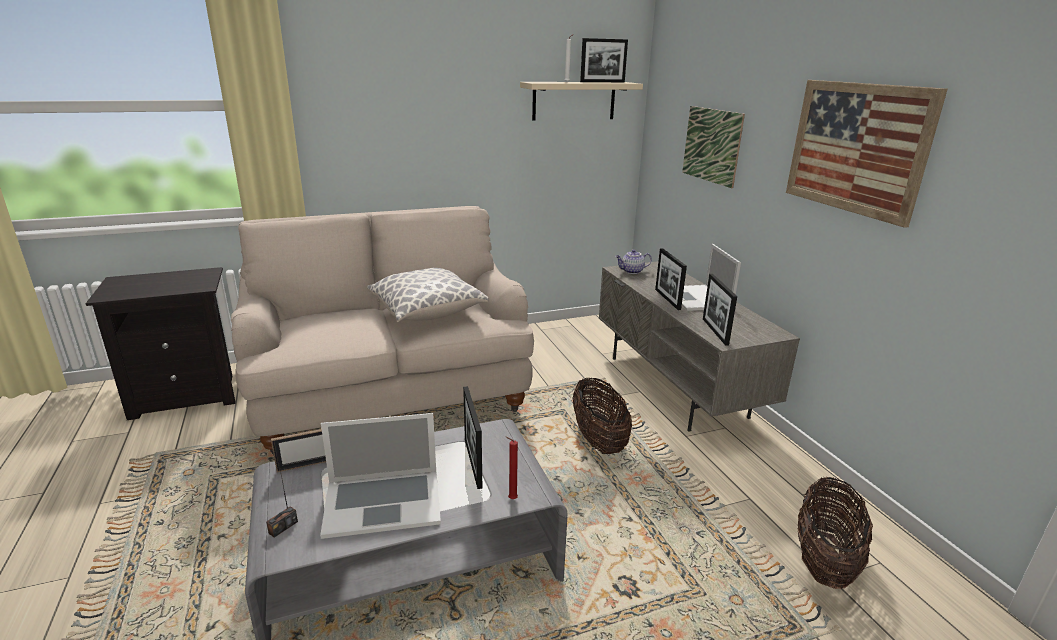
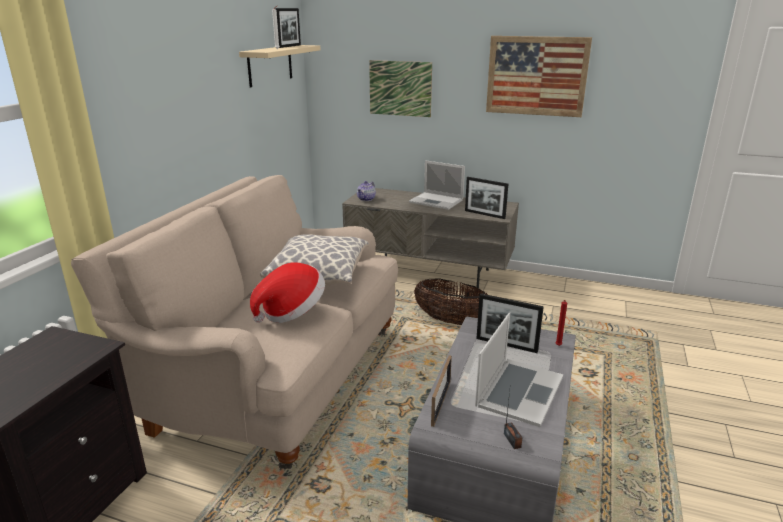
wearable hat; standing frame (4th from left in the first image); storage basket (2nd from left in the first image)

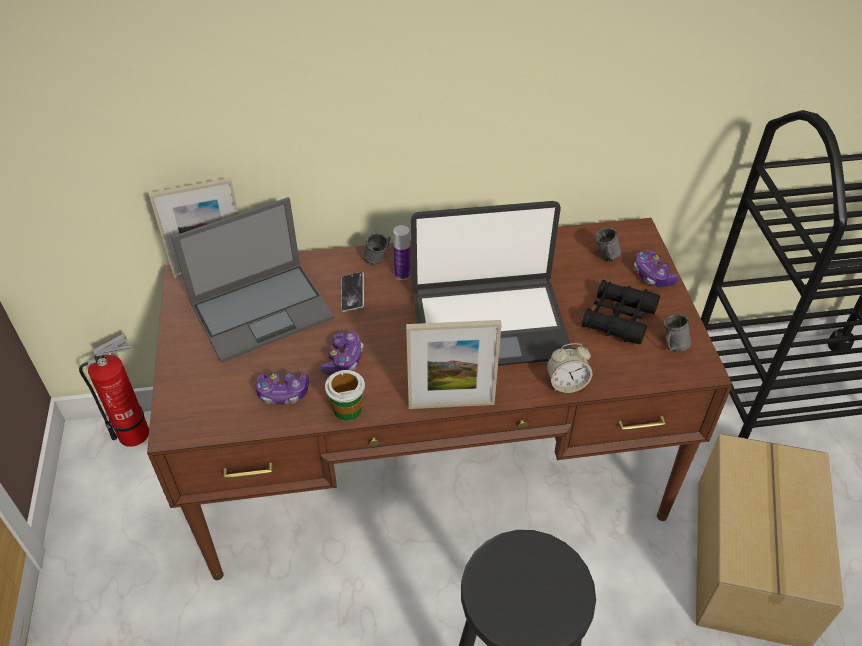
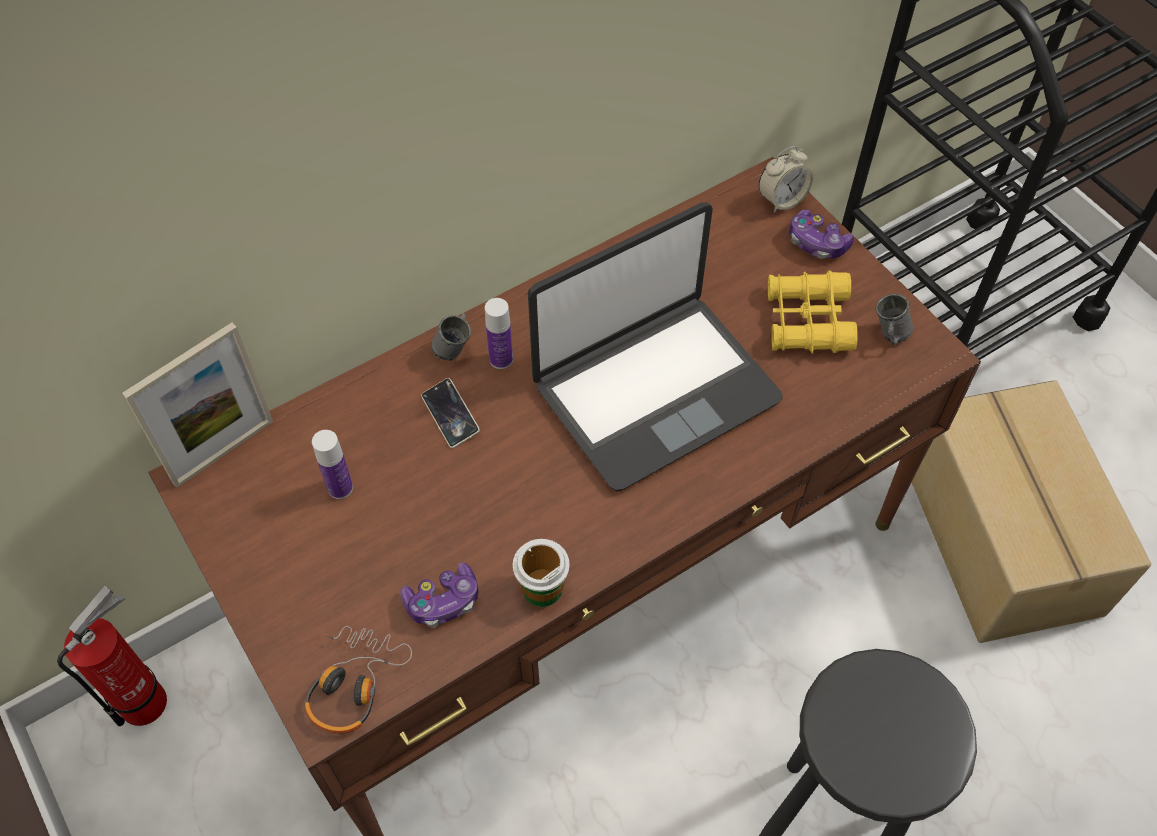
headphones; drink bottle (1st from left); alarm clock; binoculars in yellow; joypad (2nd from left in the first image); standing frame (2nd from left in the first image); coffee mug in grey (2nd from left in the first image)

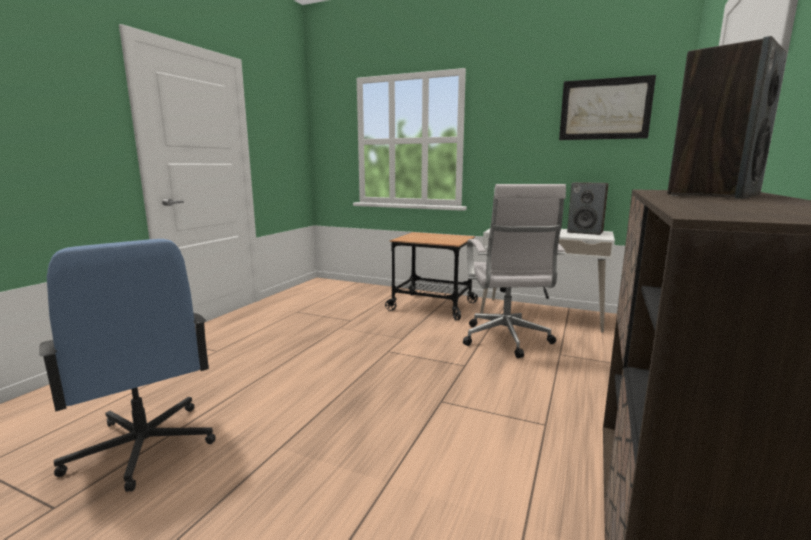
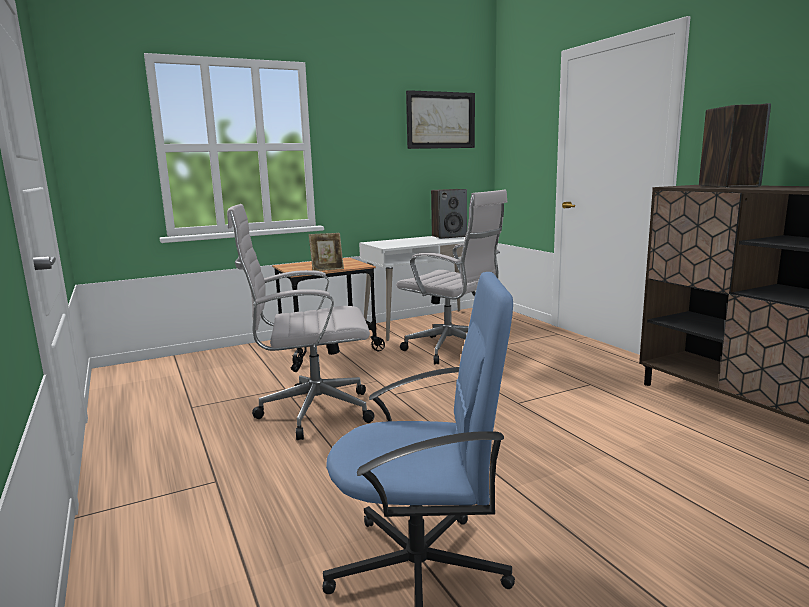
desk chair in white-coloured (1st from left); standing frame

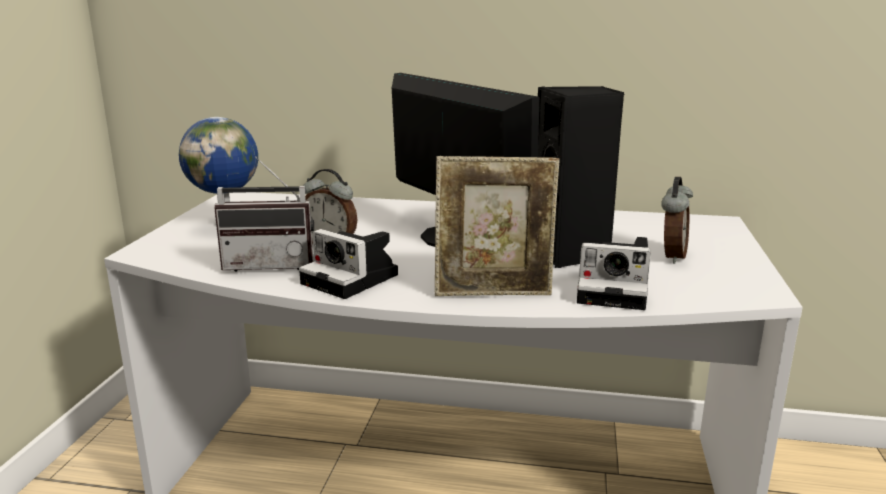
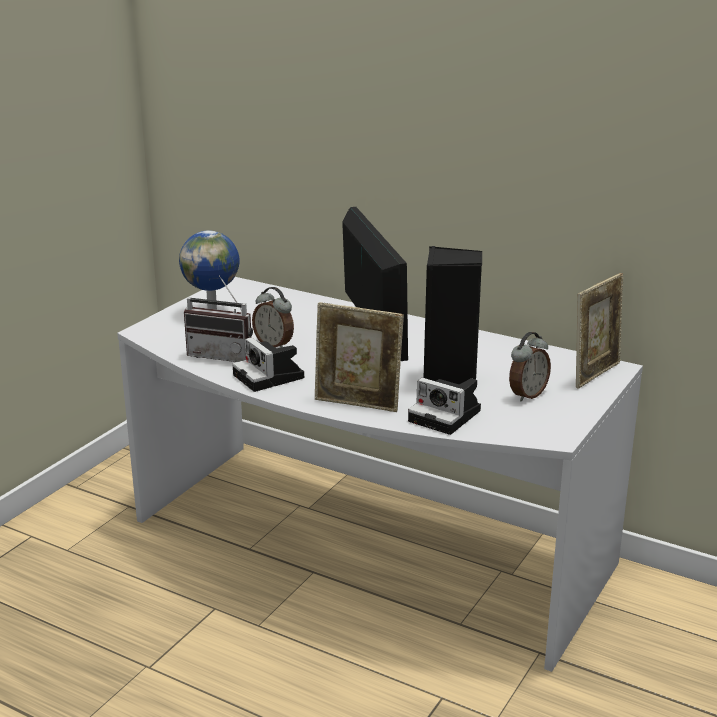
standing frame (2nd from left)

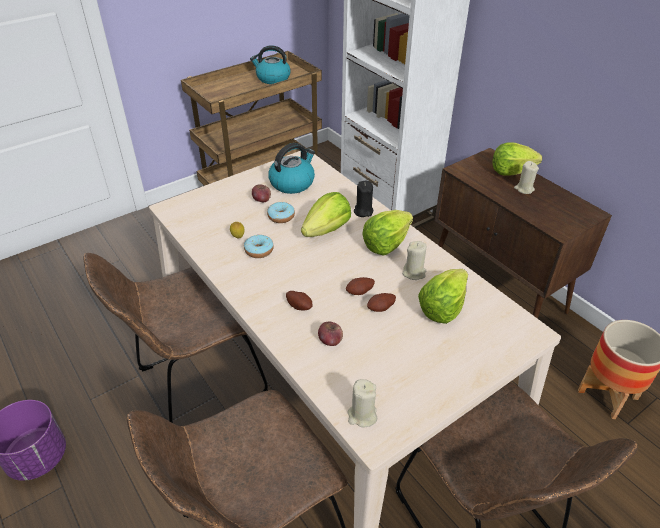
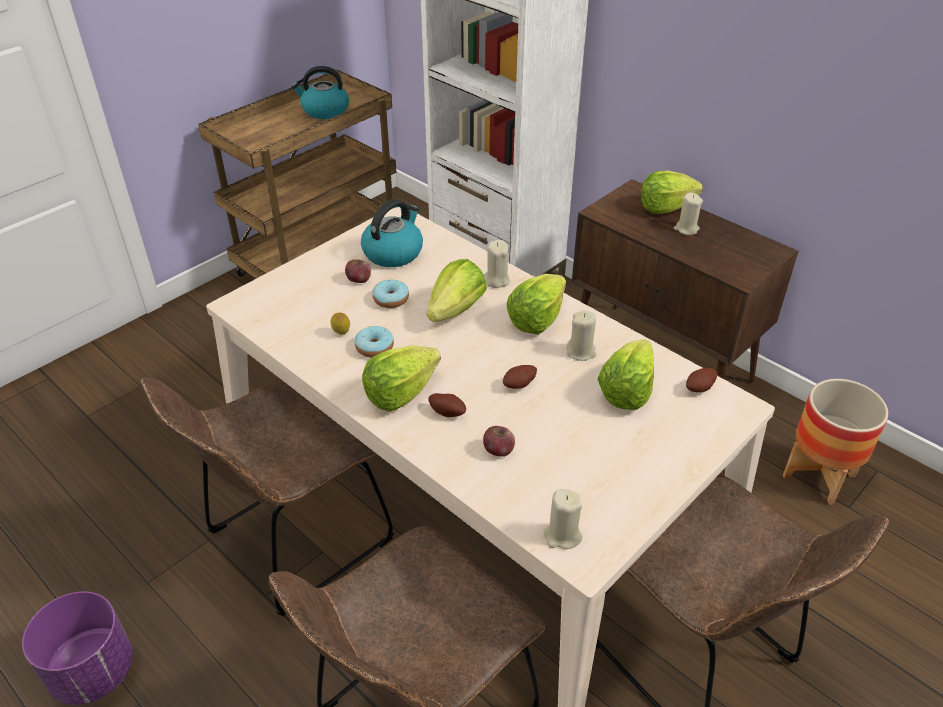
lettuce head (1st from left); wax light in beige (1st from left); potato (3rd from left)

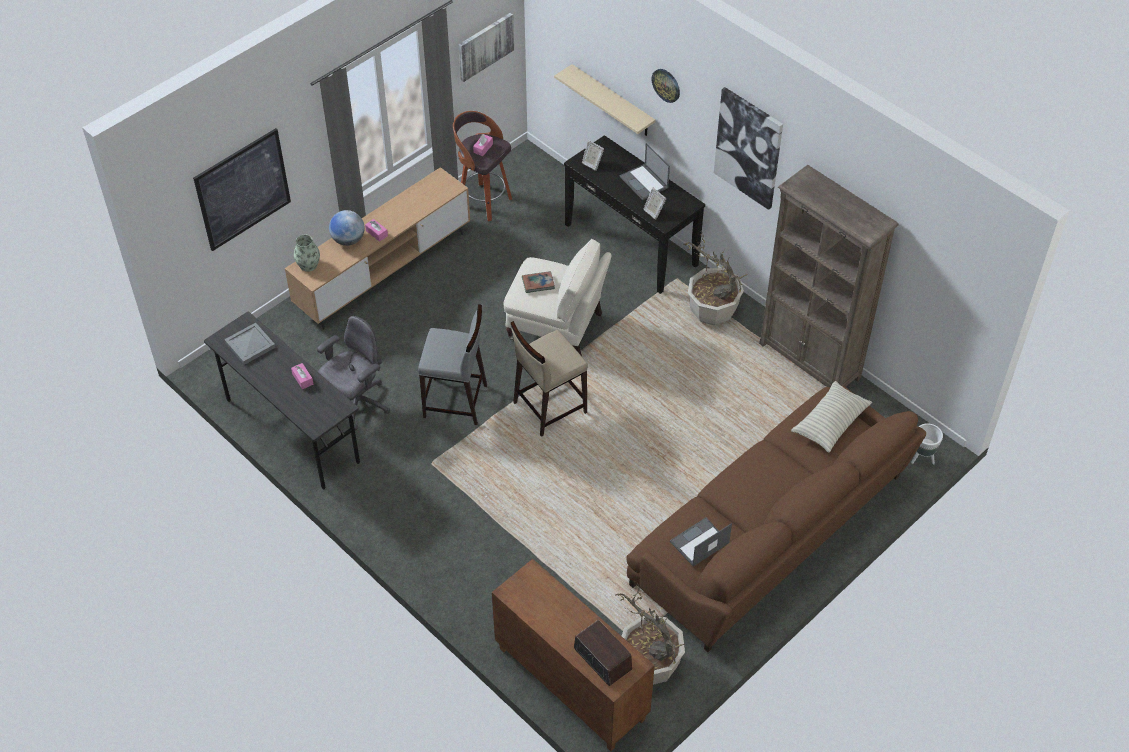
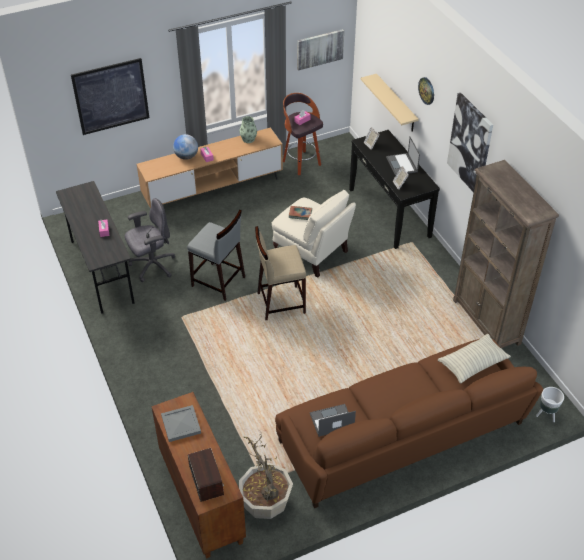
serving tray in grey; decorative vase; houseplant (2nd from left in the first image)

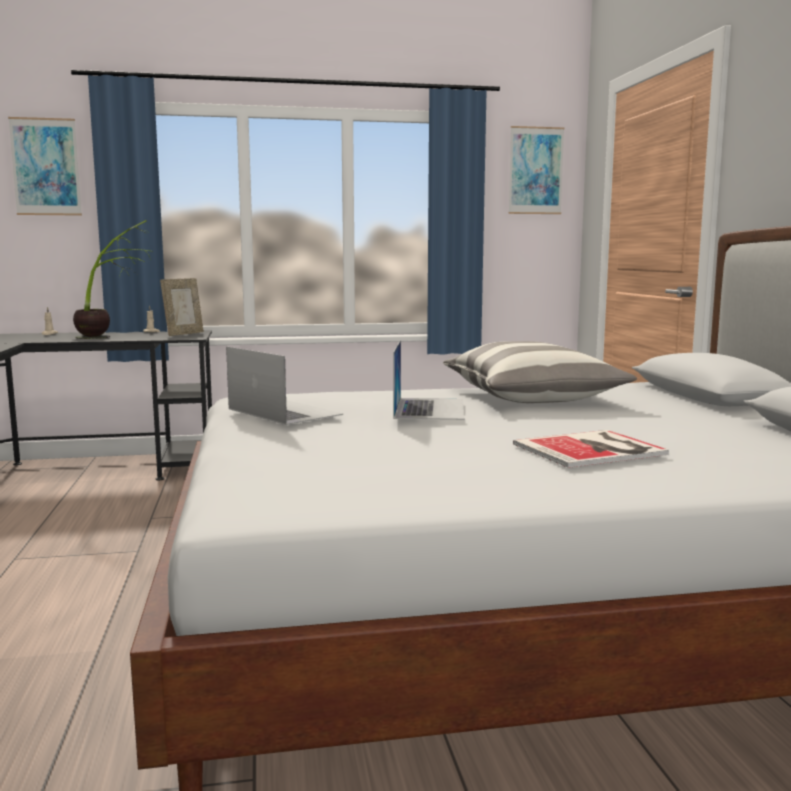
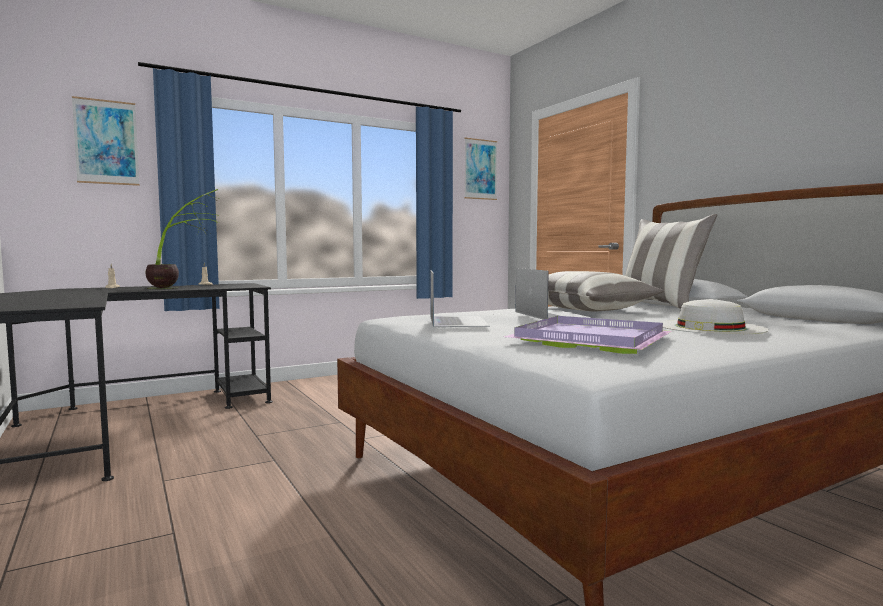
portable computer (1st from left); serving tray in purple; throw pillow (2nd from left); wearable hat in white-coloured; standing frame

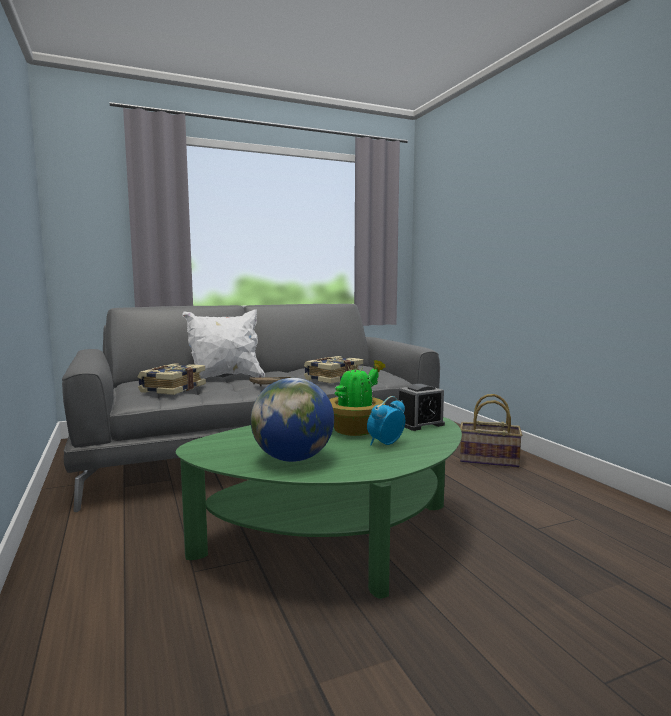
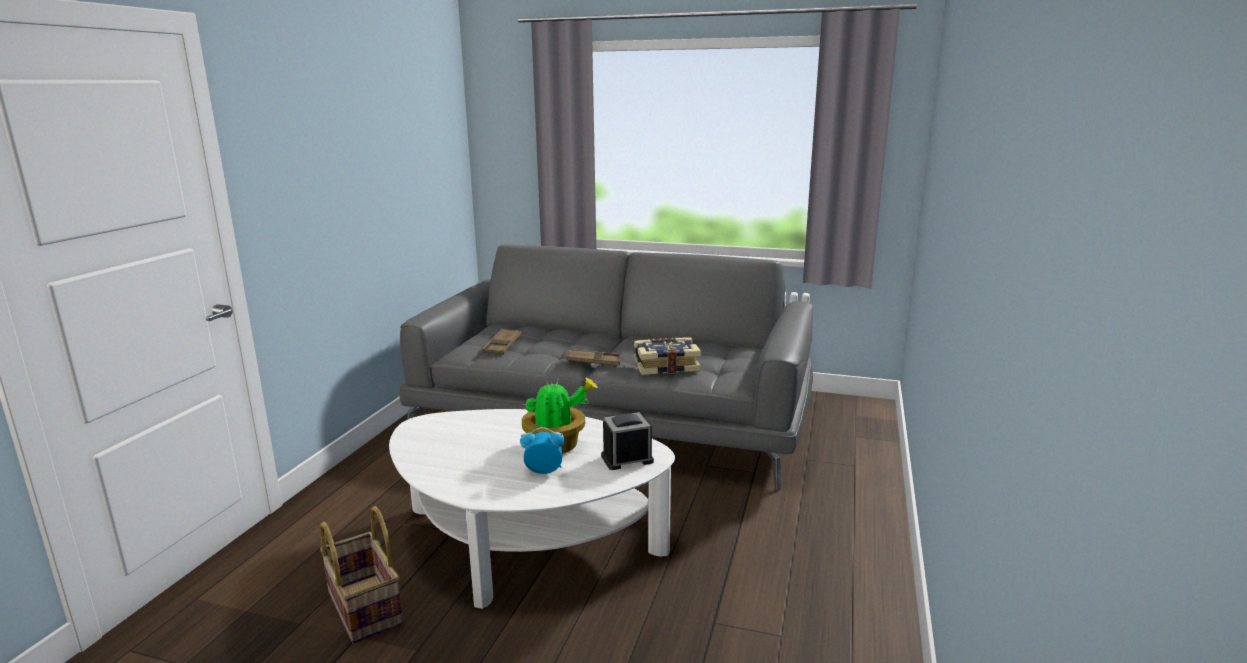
storage basket; lounge table in white-coloured; serving tray in brownish (1st from left); alarm clock (2nd from left); throw pillow in white-coloured; desk globe

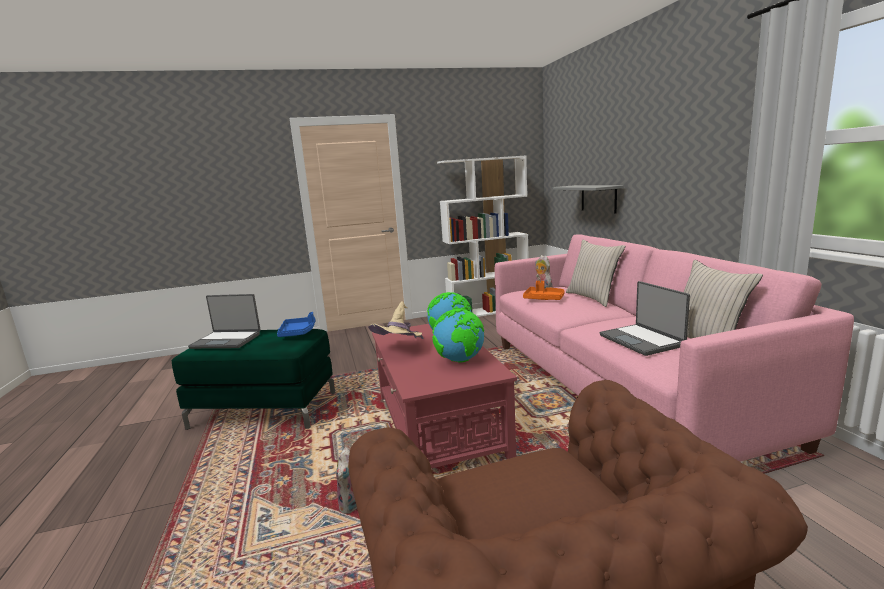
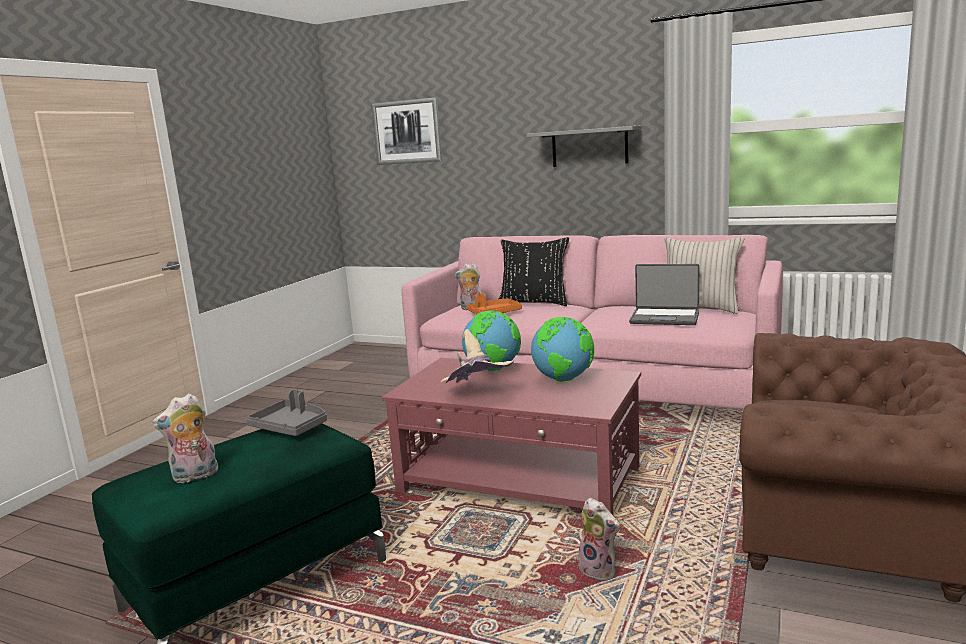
plush toy (1st from left); serving tray in grey; picture; throw pillow in black; wall shelf in grey; bookshelf in white-coloured

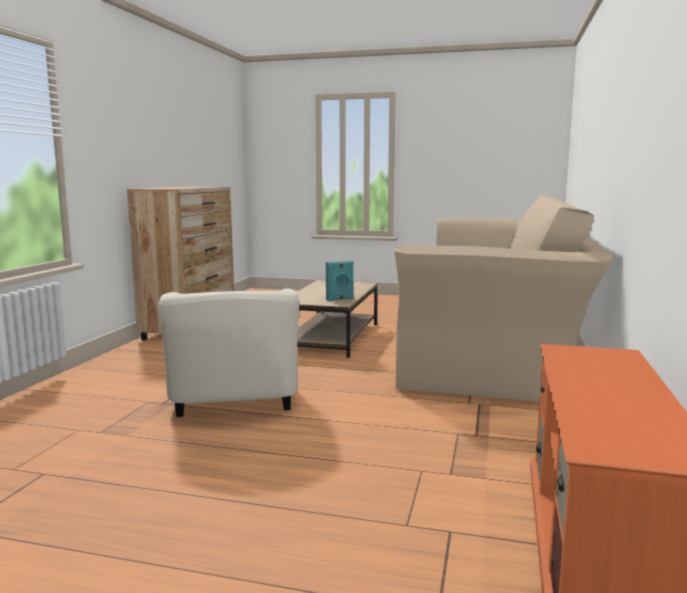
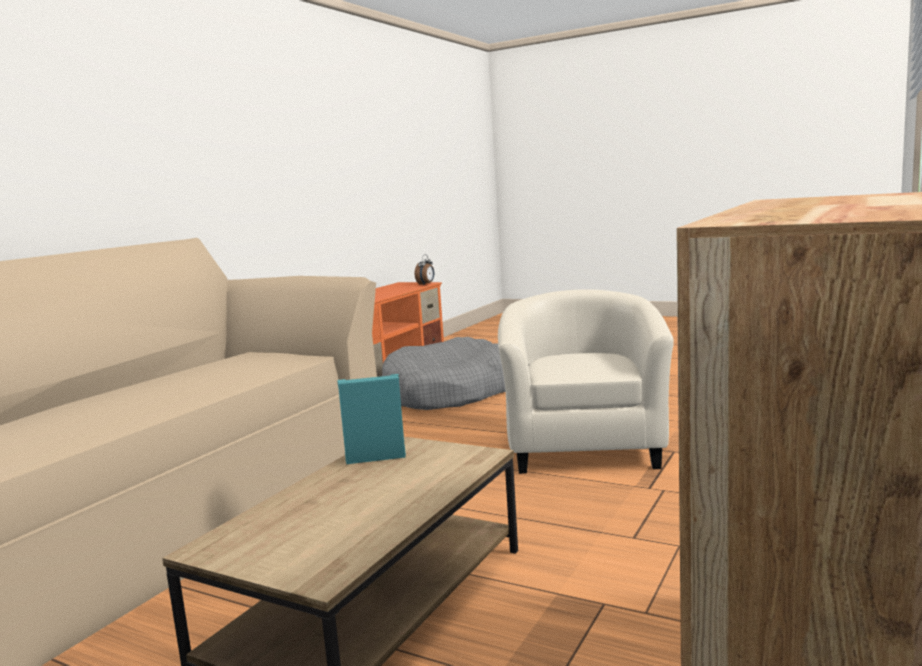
dog bed in grey; alarm clock

